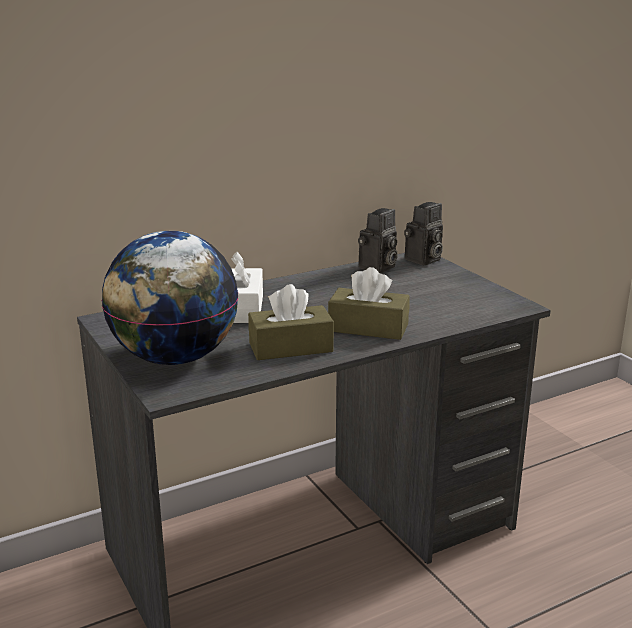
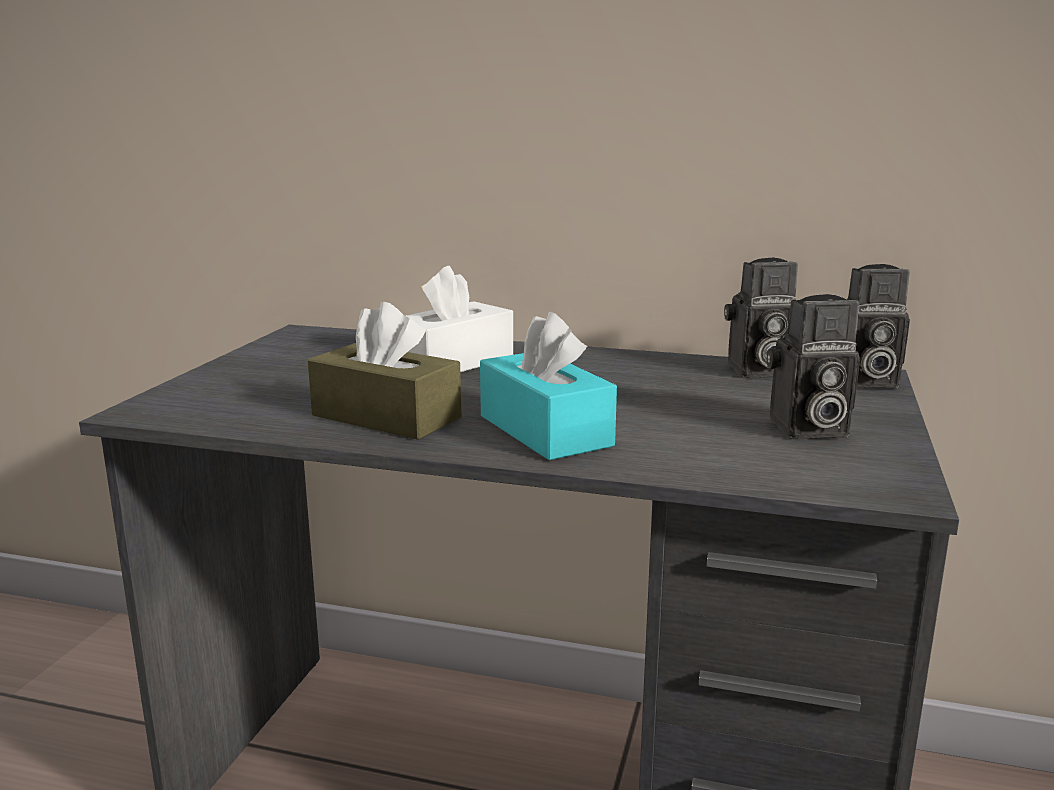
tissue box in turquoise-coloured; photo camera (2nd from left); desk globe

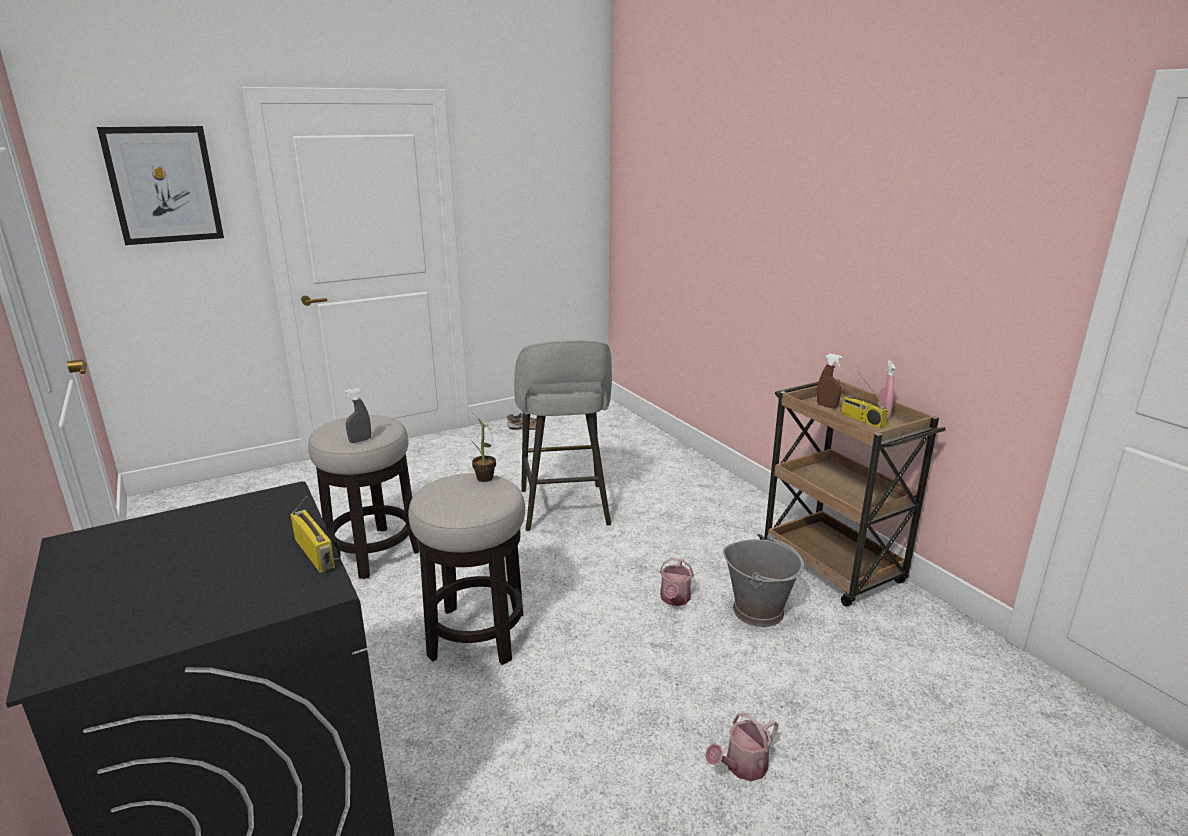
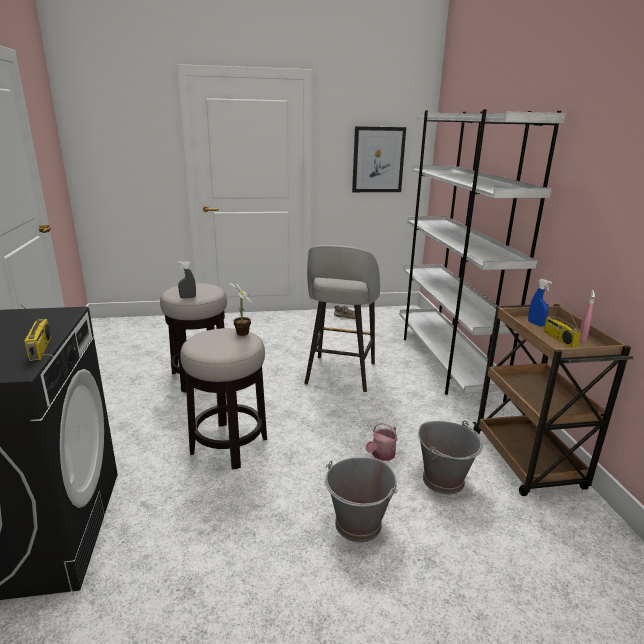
bucket in grey (1st from left); picture; bookshelf in white-coloured; spray bottle in blue-coloured; watering pot (2nd from left in the first image)

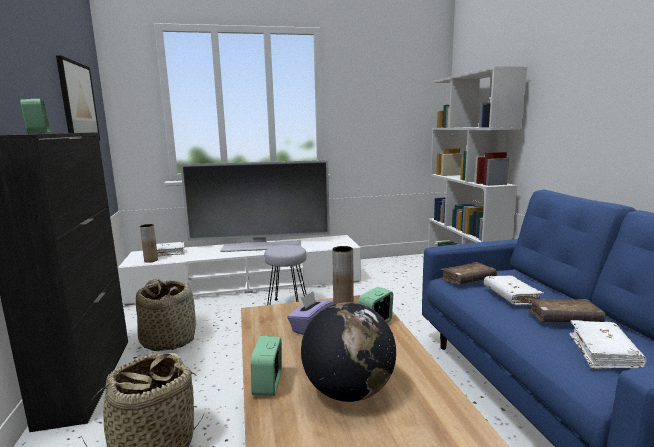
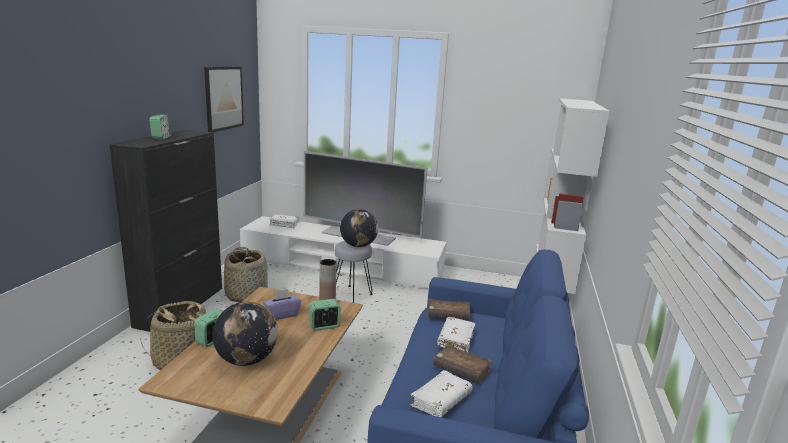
desk globe (2nd from left); decorative vase in brownish (1st from left in the first image)

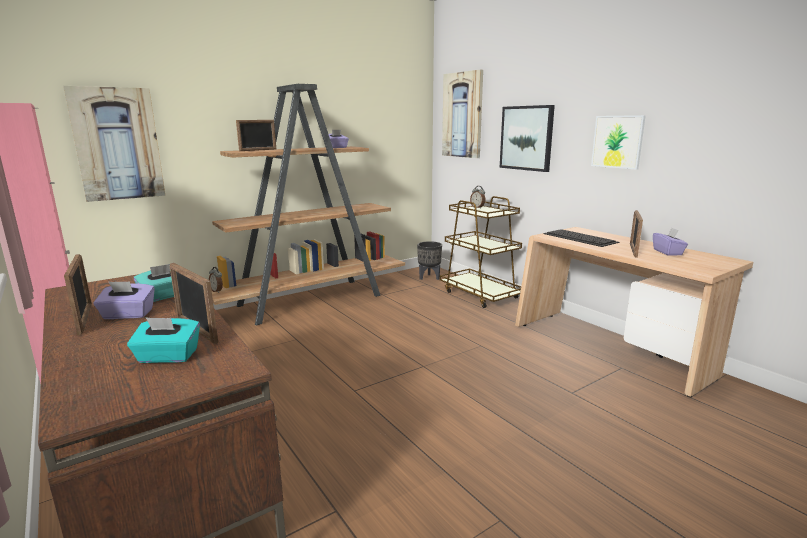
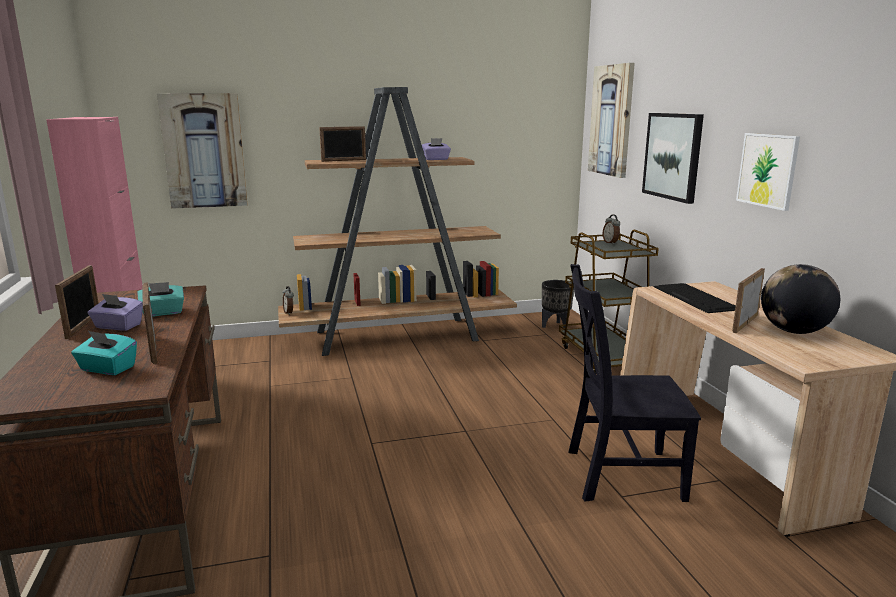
chair in black; desk globe

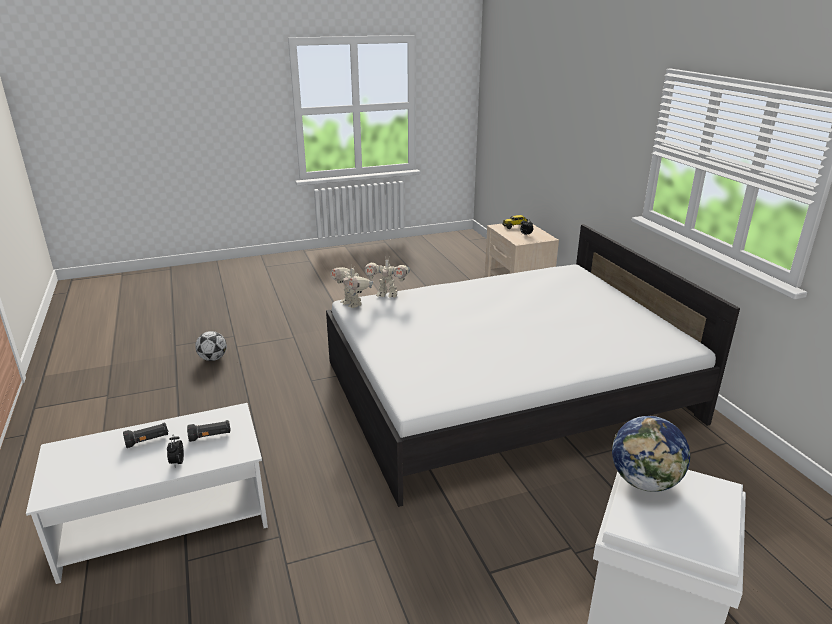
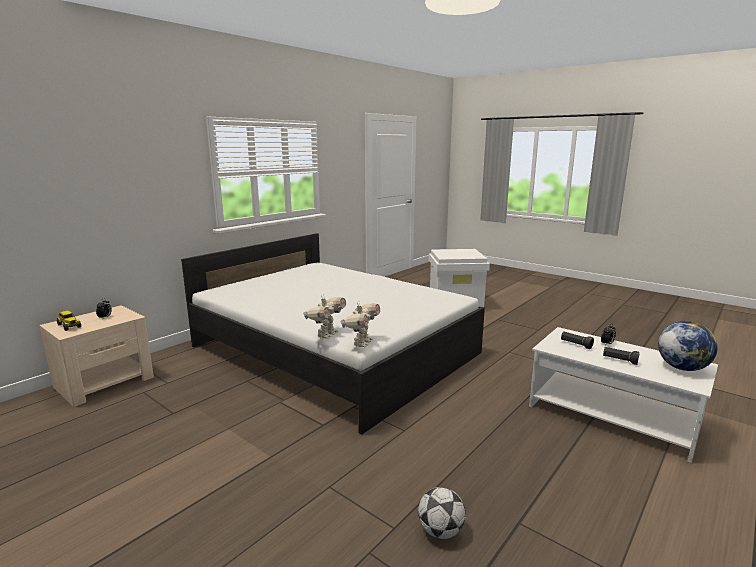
robot figure (1st from left); desk globe

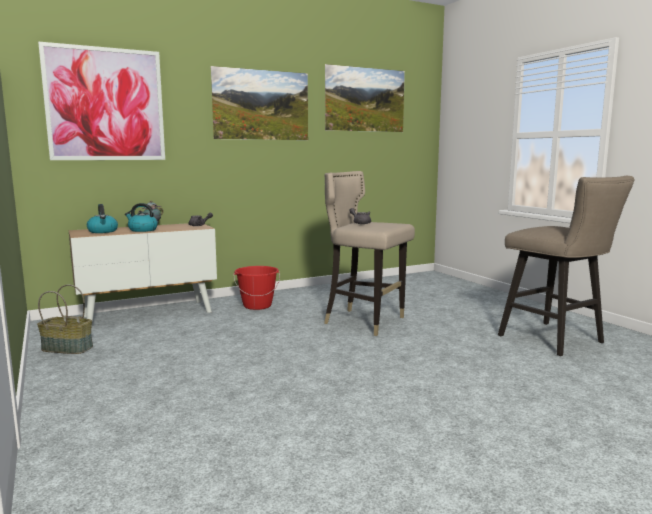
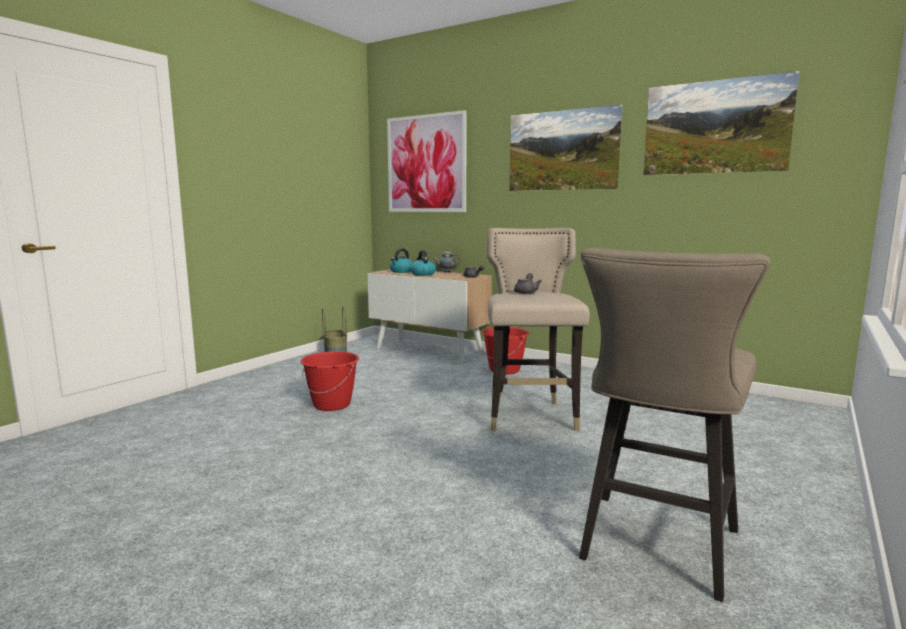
bucket in red-coloured (1st from left)

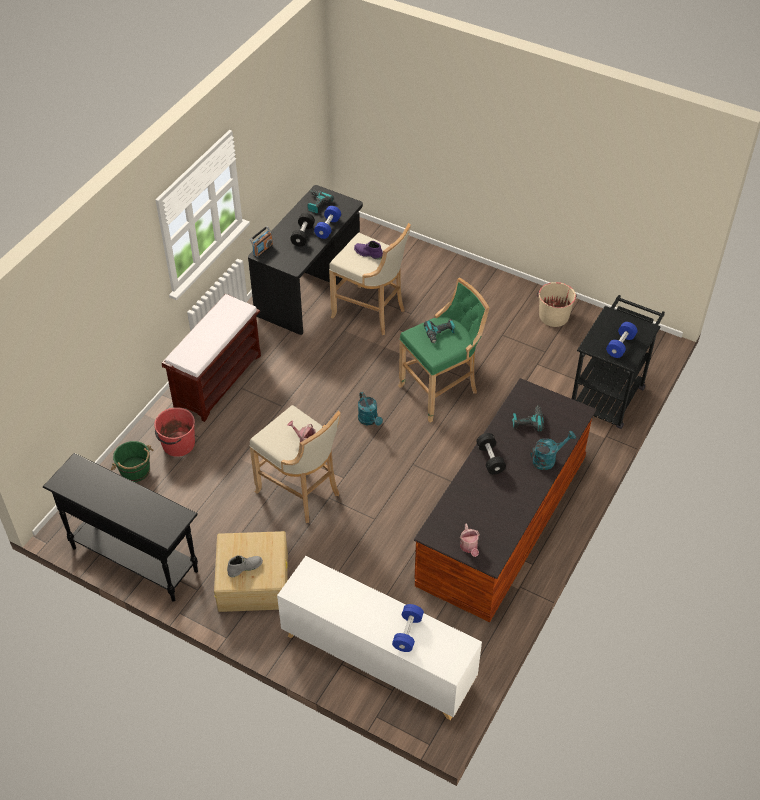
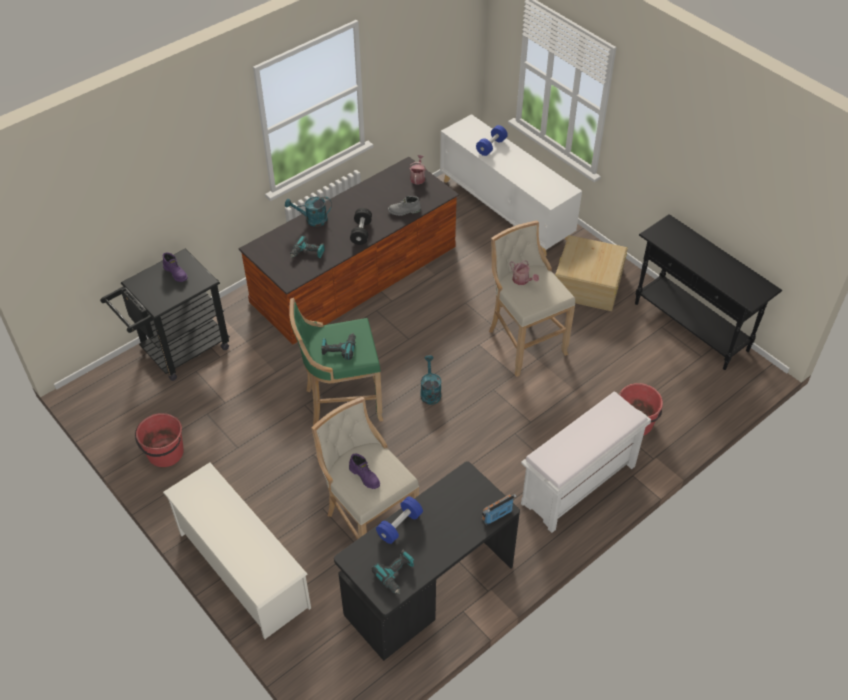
bucket in red-coloured (1st from left); boot in purple (1st from left); shoe shelf in white-coloured; boot in grey; long seat in white-coloured; bucket in green-coloured; free weight in black (1st from left in the first image)

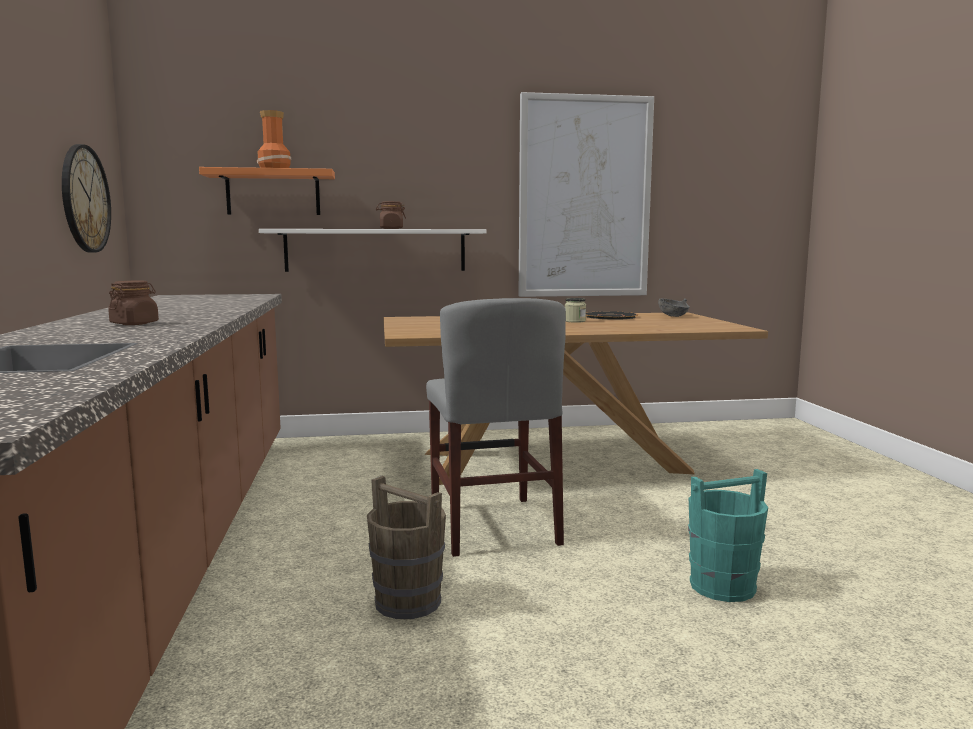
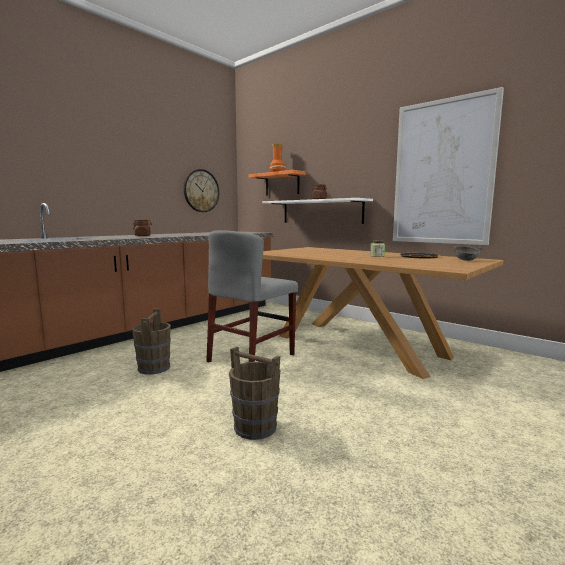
bucket in brownish (2nd from left)

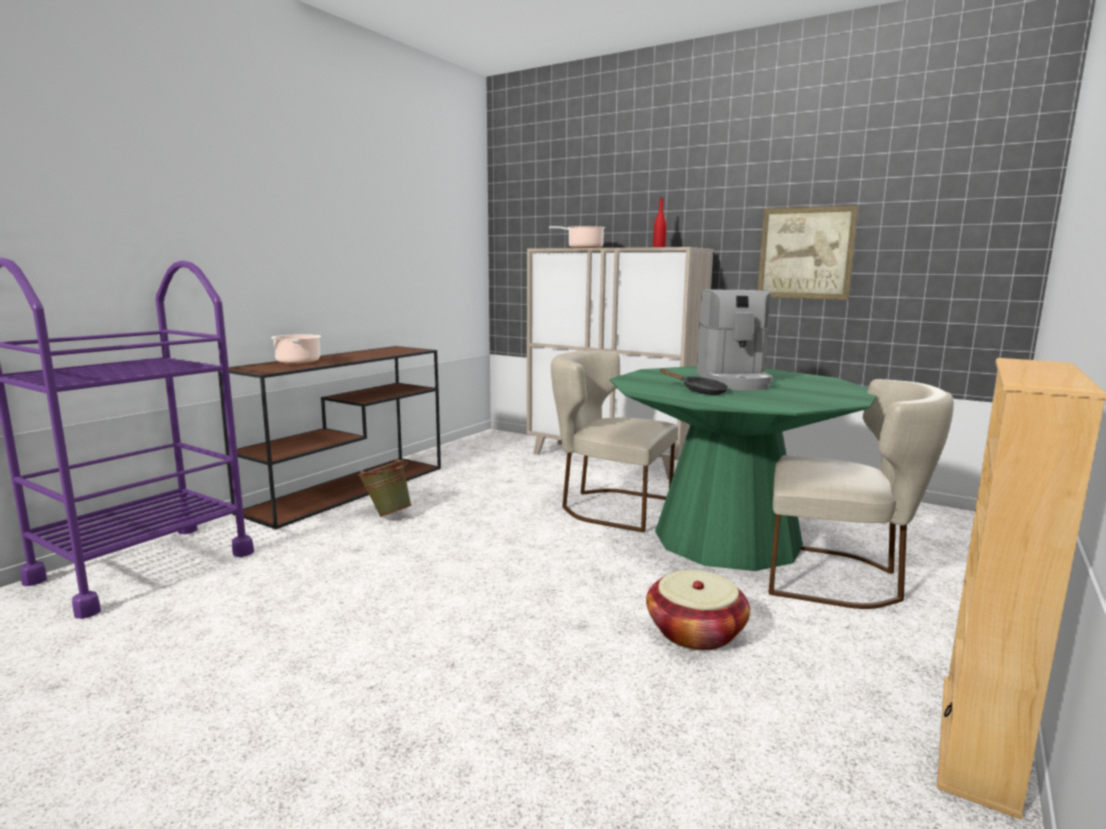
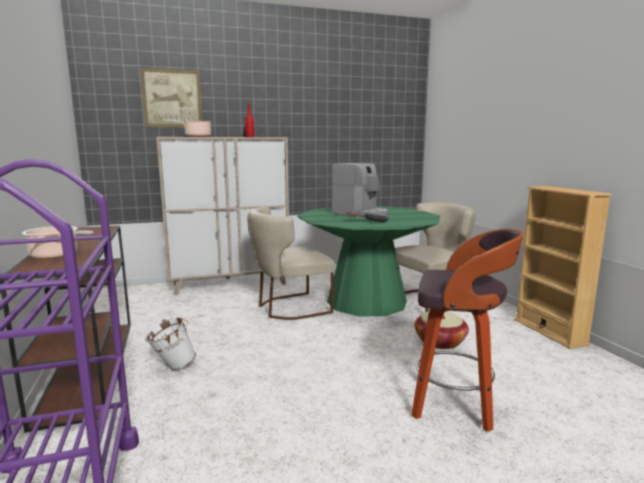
picture; bucket in white-coloured; stool

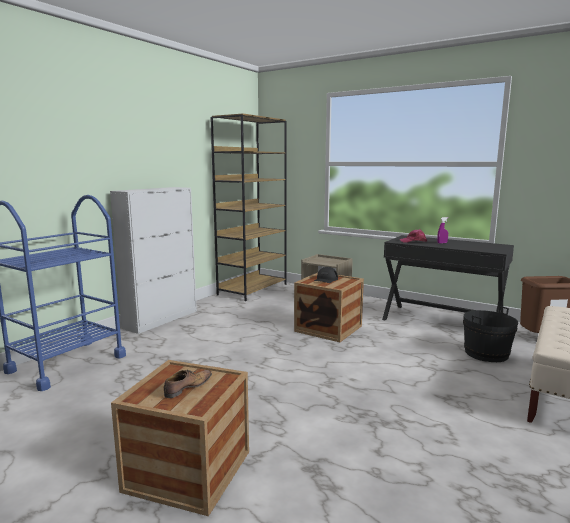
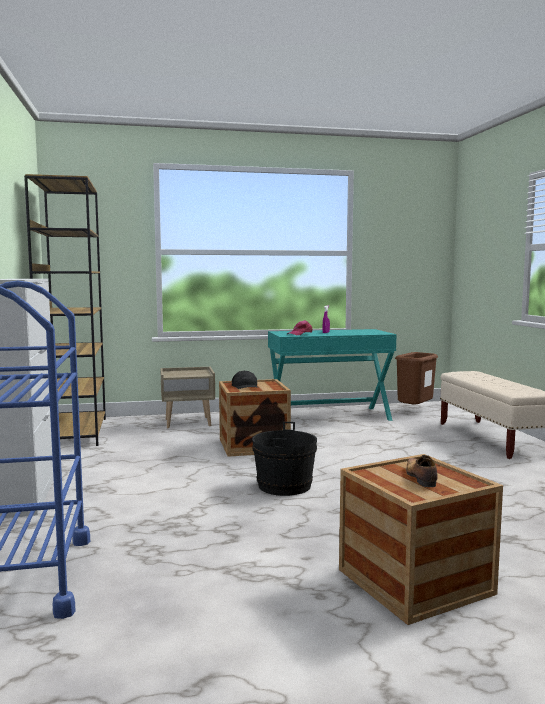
bucket in black; desk in turquoise-coloured

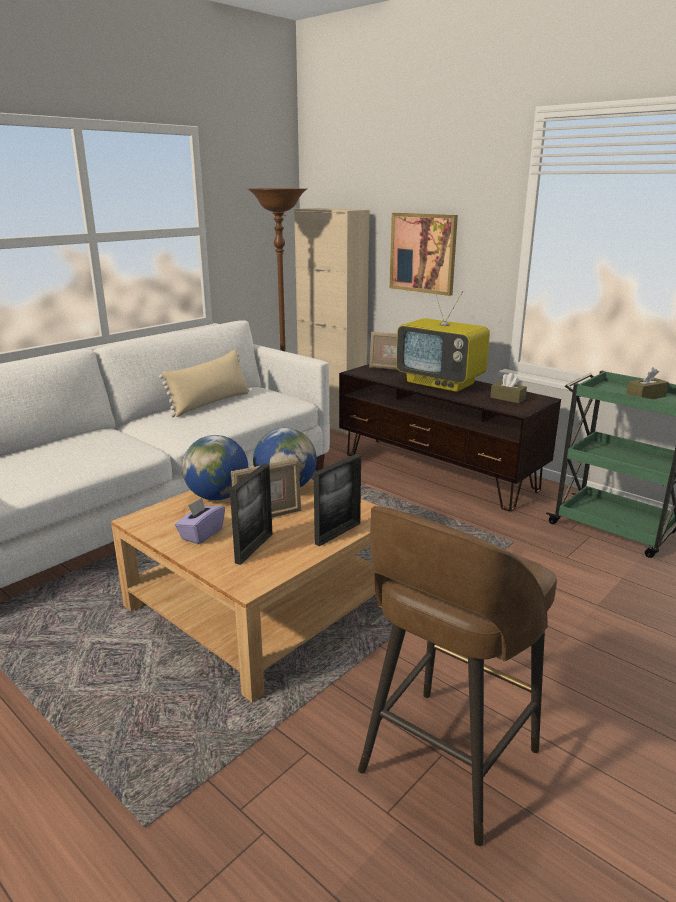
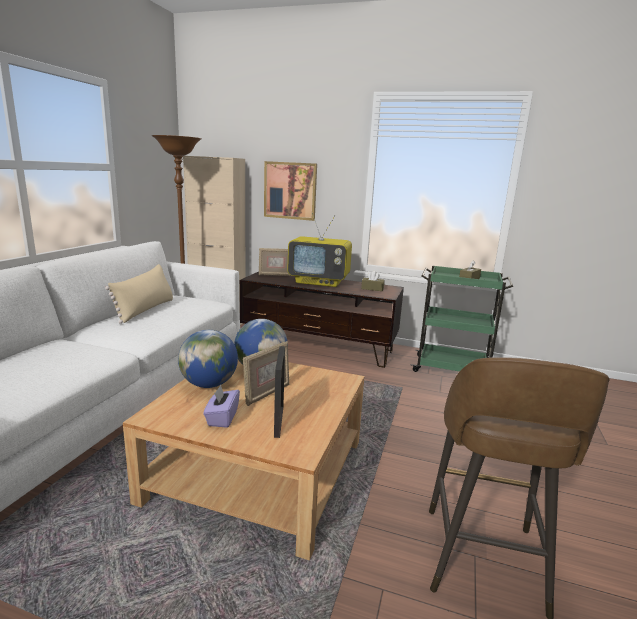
standing frame (3rd from left in the first image)

